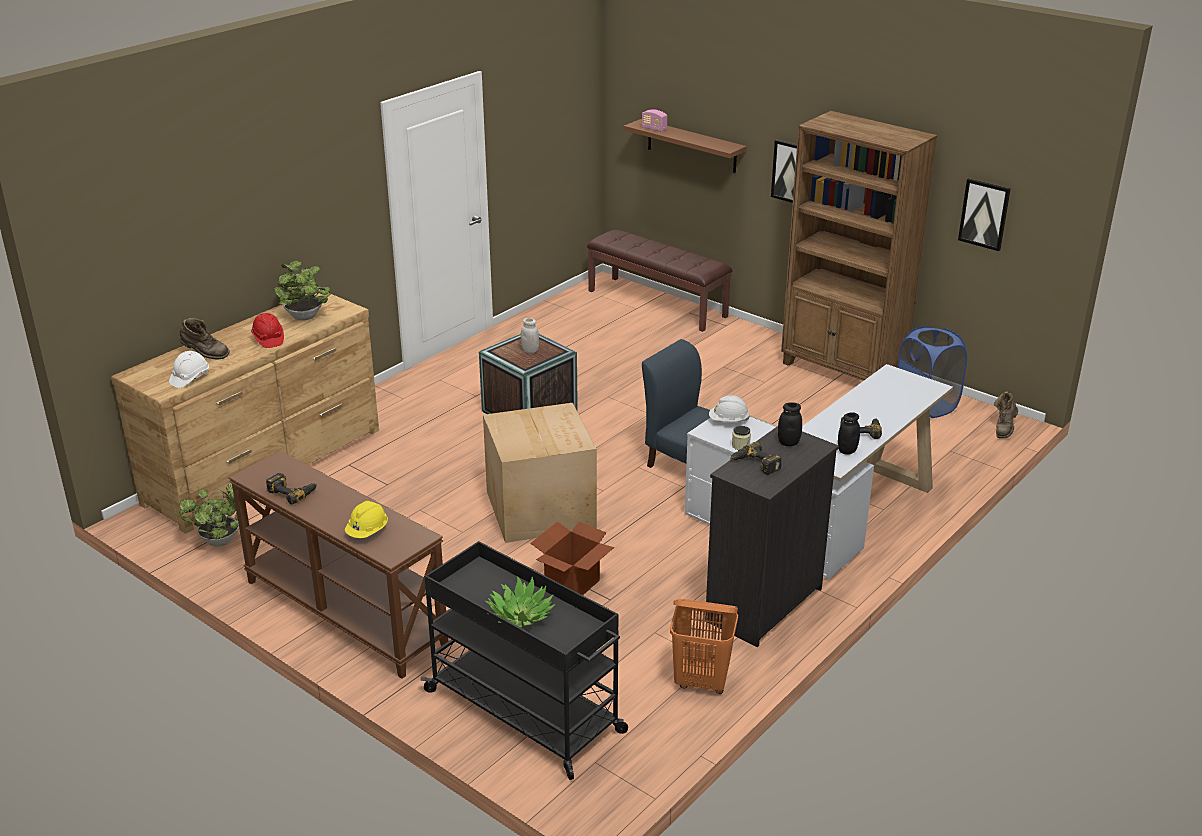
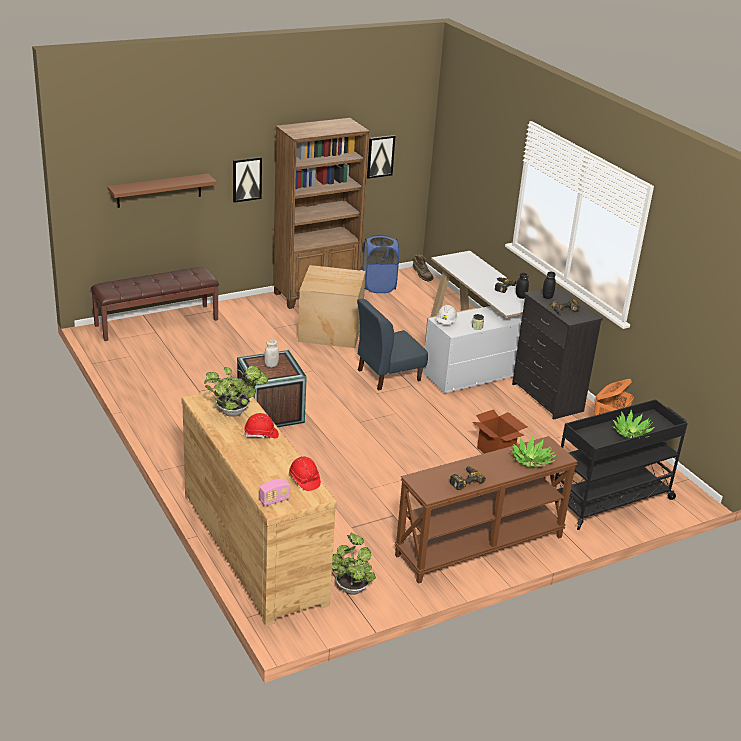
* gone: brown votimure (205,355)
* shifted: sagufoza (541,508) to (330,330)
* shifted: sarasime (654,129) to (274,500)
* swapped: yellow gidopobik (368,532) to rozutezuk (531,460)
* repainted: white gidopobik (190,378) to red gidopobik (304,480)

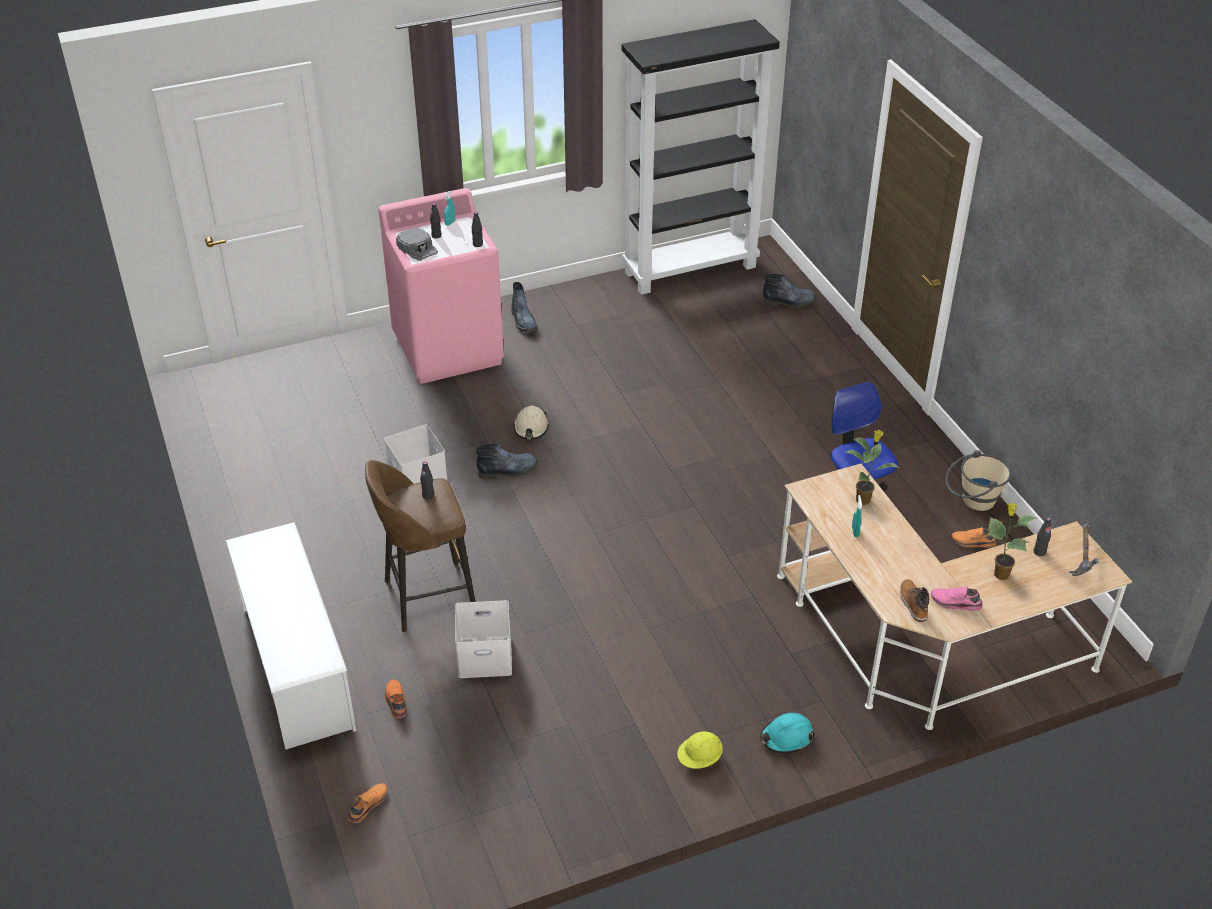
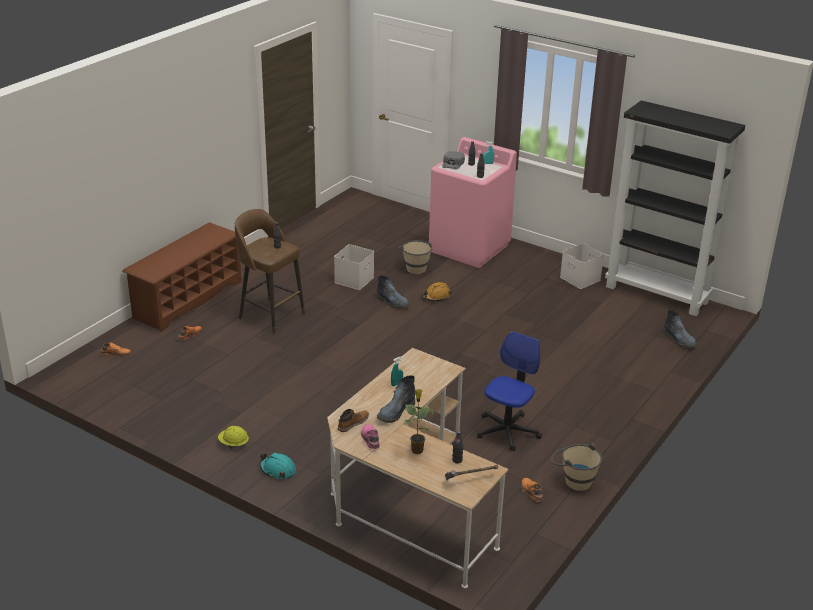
* gone: rozutezuk (864,499)
* new: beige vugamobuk (415,267)
* shifted: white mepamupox (486,655) to (581,278)
* shifted: votimure (524,321) to (395,412)
* repainted: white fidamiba (296,666) to brown fidamiba (187,299)
* repainted: beige gidopobik (531,428) to orange gidopobik (436,296)

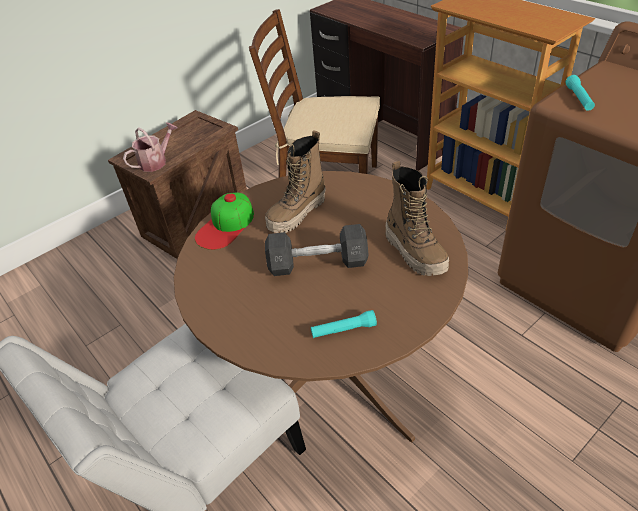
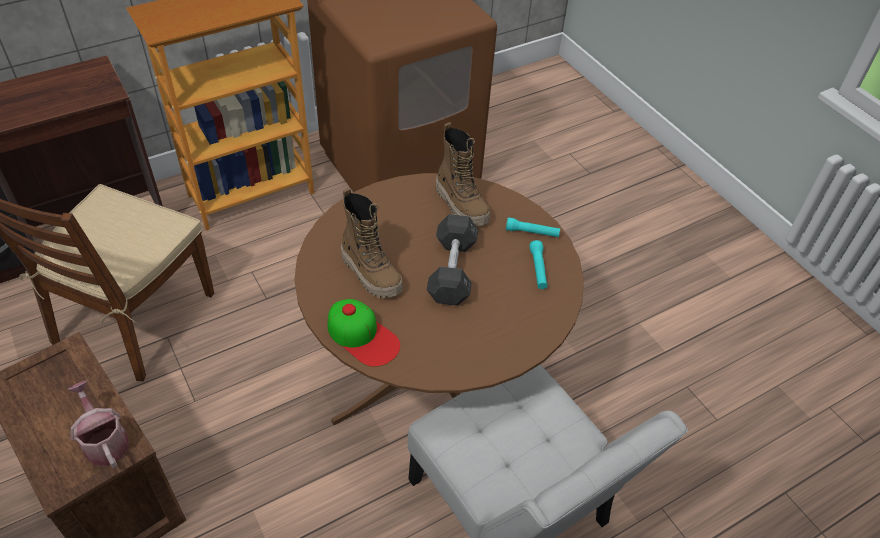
* shifted: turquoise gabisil (578,99) to (532,232)
* rotated: votimure (415,252) = (461,205) 75 degrees clockwise

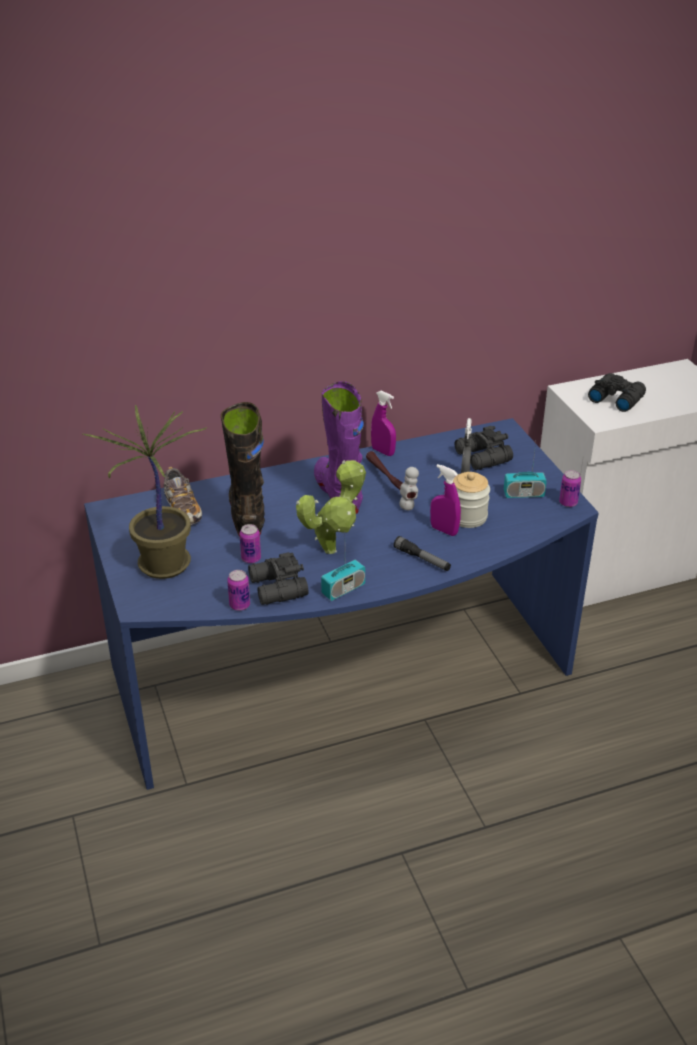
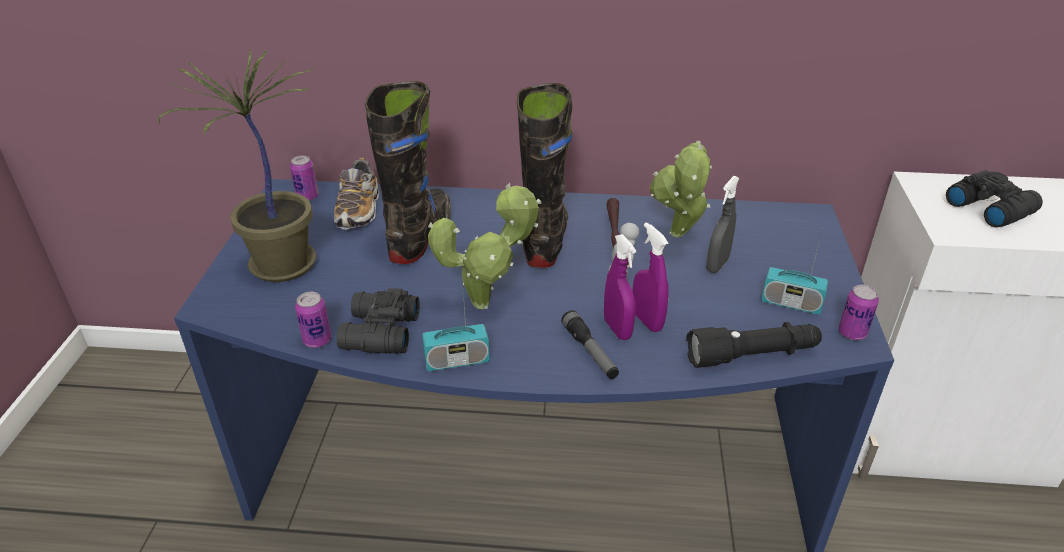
* gone: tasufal (467,517)
* gone: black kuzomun (482,458)
* new: rozutezuk (678,236)
* new: black gabisil (752,356)
* shifted: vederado (251,558) to (307,197)
* shifted: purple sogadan (383,451) to (617,329)
* repainted: purple votimure (338,494) to black votimure (545,238)

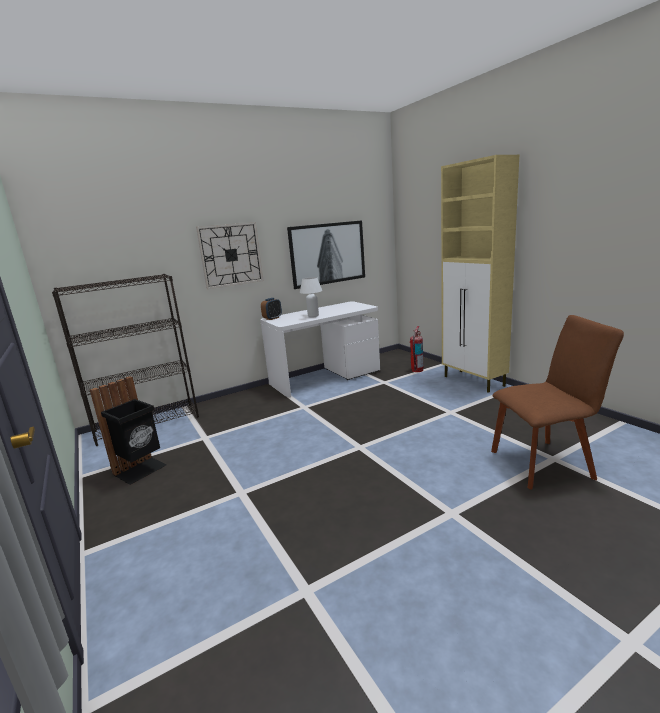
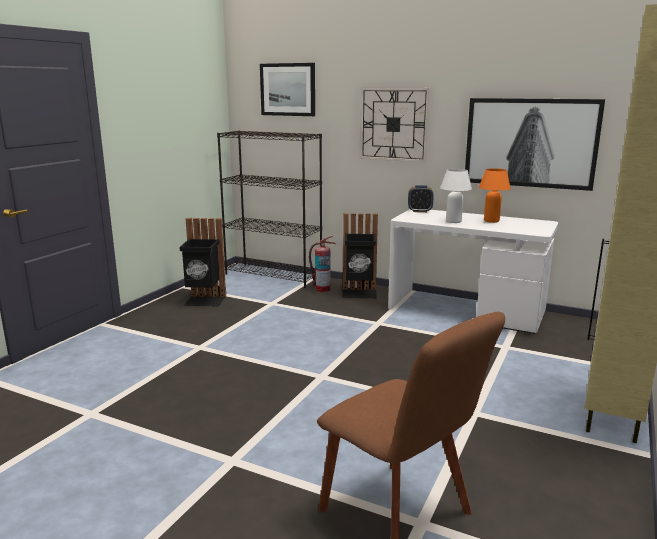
* new: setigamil (288,89)
* new: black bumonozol (359,293)
* new: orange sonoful (491,221)
* shifted: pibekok (416,370) to (322,289)

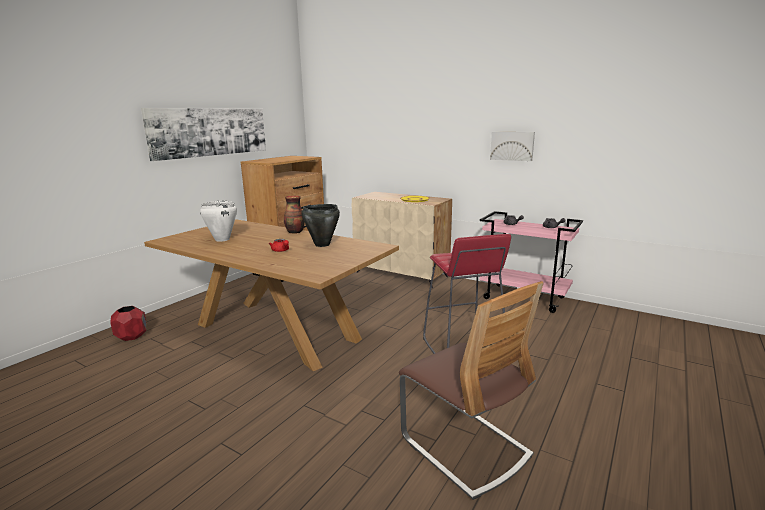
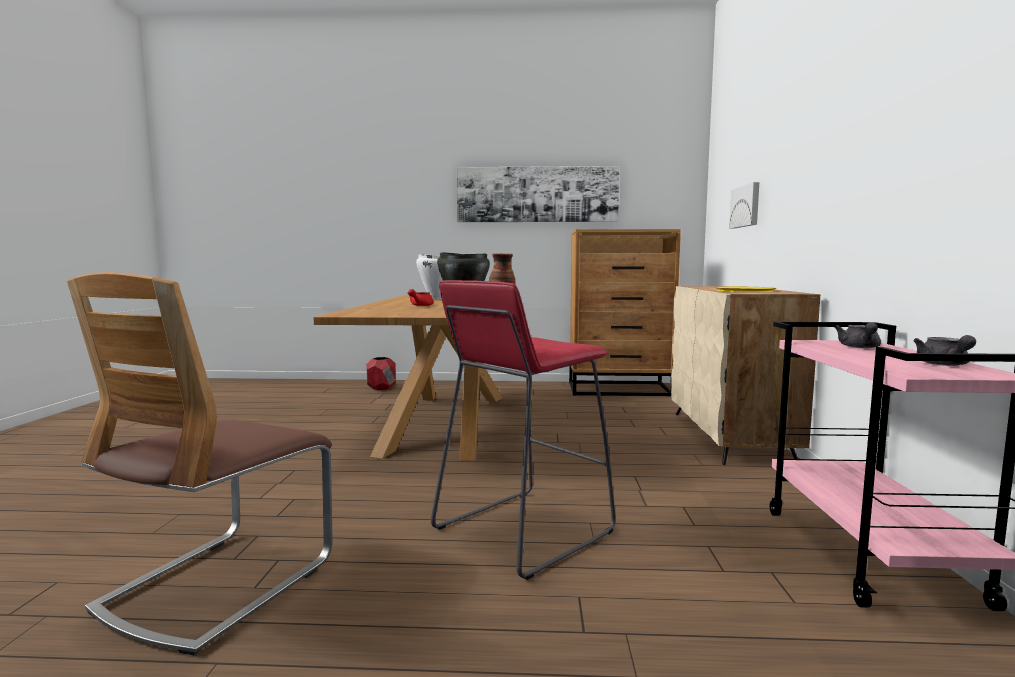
* shifted: setigamil (512,146) to (746,206)

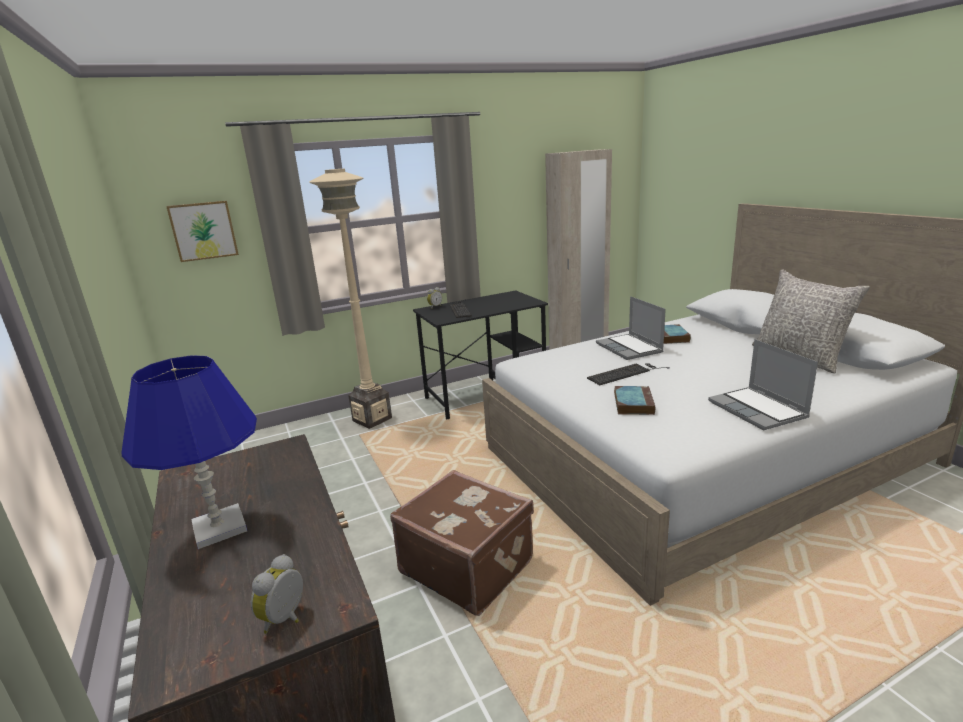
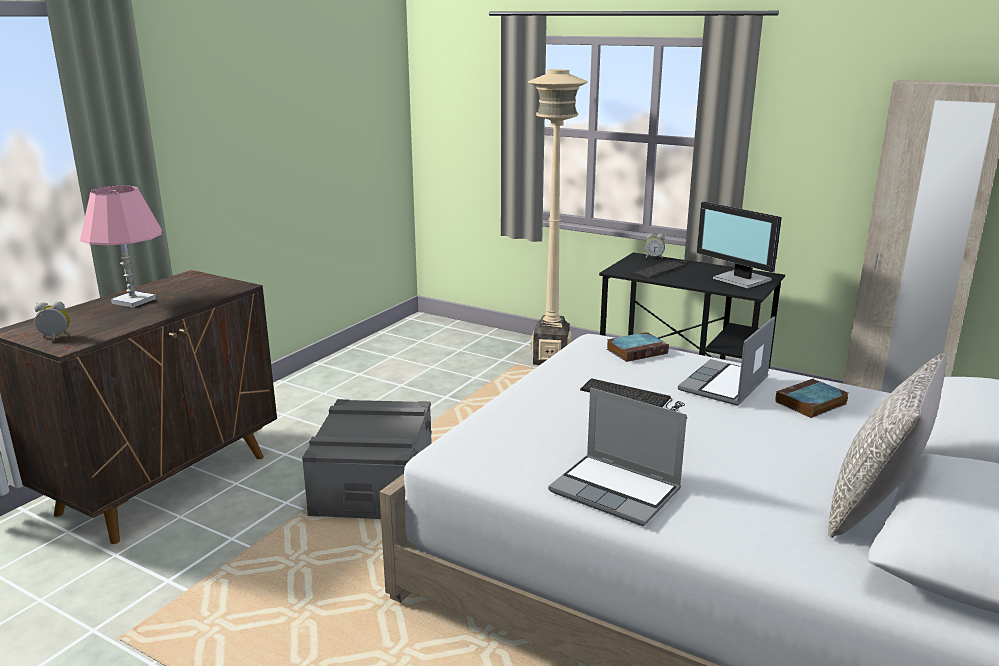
* gone: setigamil (203,230)
* new: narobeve (741,280)
* shifted: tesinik (633,403) to (637,351)
* swapped: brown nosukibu (467,565) to grey mepamupox (373,485)
* repainted: blue sonoful (219,528) to pink sonoful (133,301)
* rotated: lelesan (758,410) = (617,491) 90 degrees counterclockwise

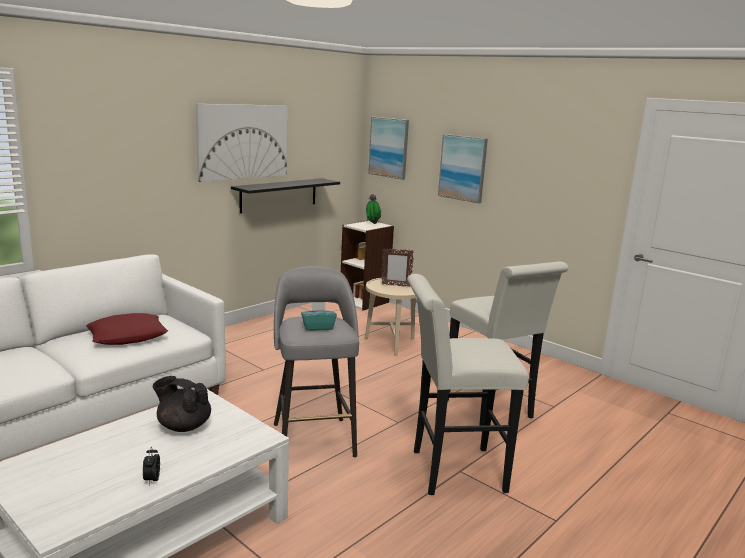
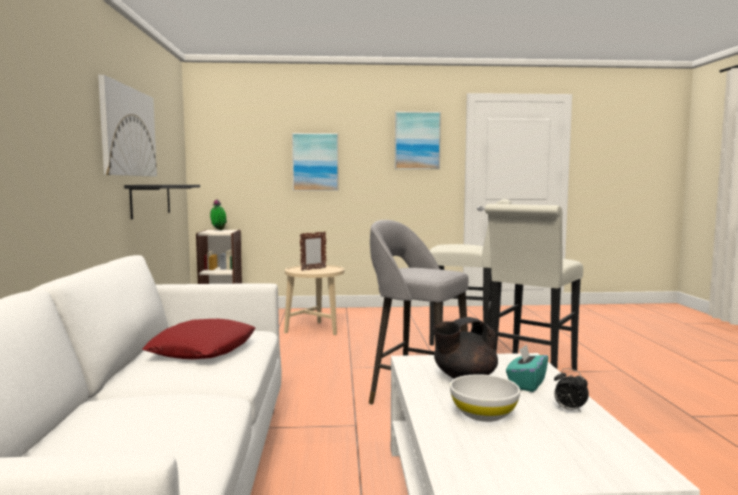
* new: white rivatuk (483,414)
* shifted: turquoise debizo (318,327) to (526,384)
* shifted: setigamil (389,147) to (417,140)

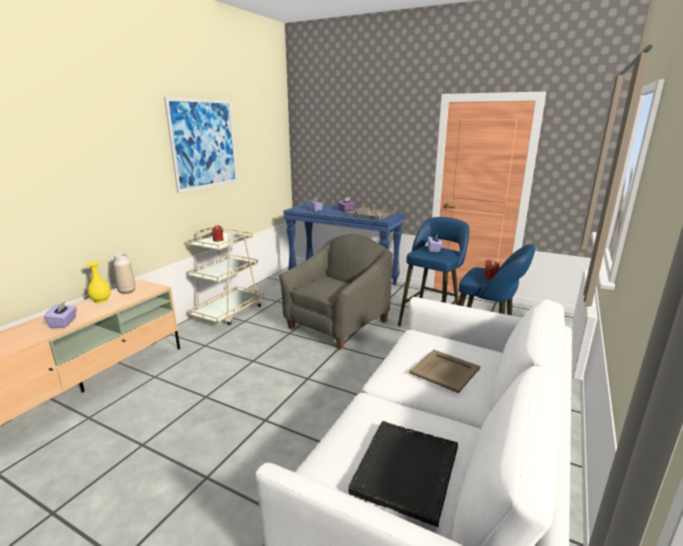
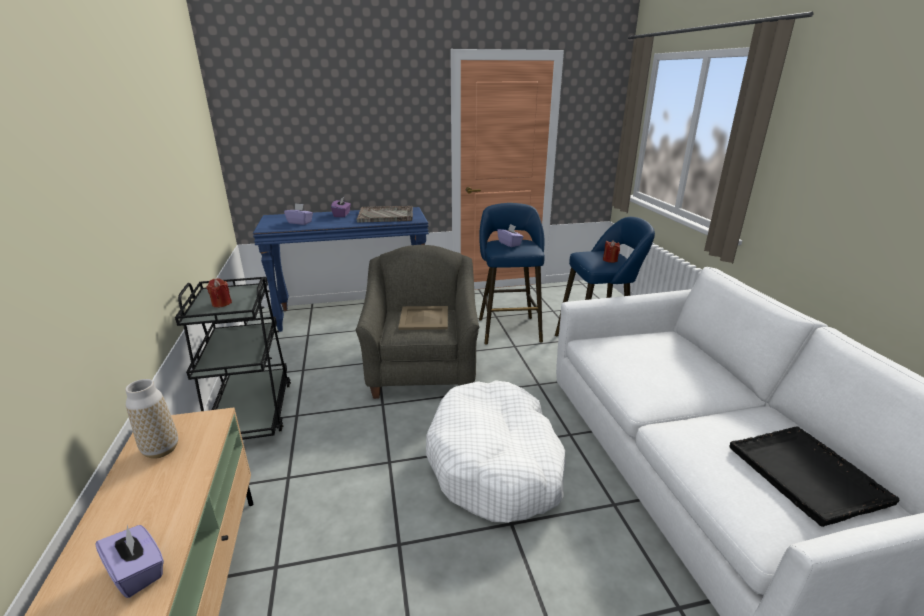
* gone: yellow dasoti (101,300)
* gone: setigamil (204,144)
* new: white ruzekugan (496,463)
* shifted: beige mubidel (444,370) to (423,318)
* repainted: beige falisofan (229,312) to black falisofan (252,413)

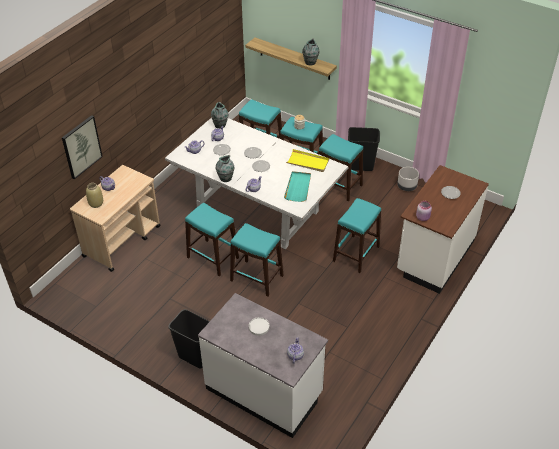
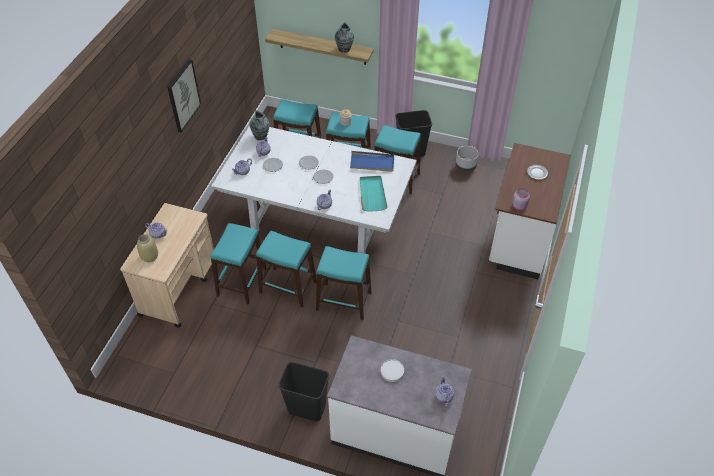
* gone: dasoti (225,178)
* shifted: setigamil (81,146) to (183,95)
* shifted: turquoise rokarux (356,254) to (242,282)
* repainted: yellow mubidel (308,162) to blue mubidel (372,163)

